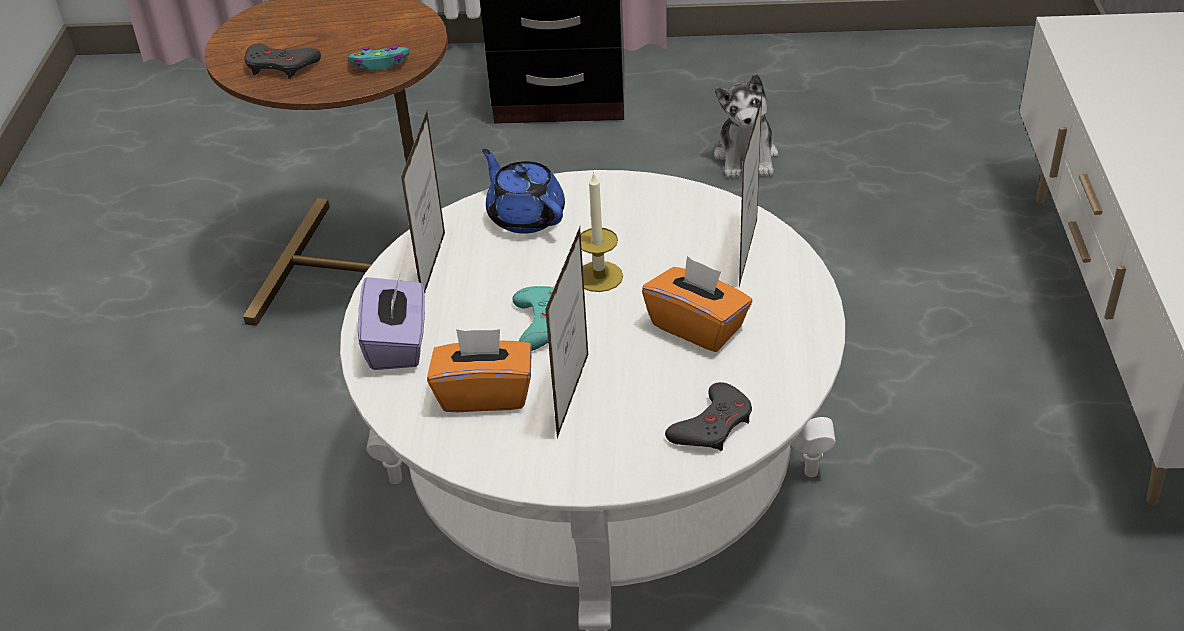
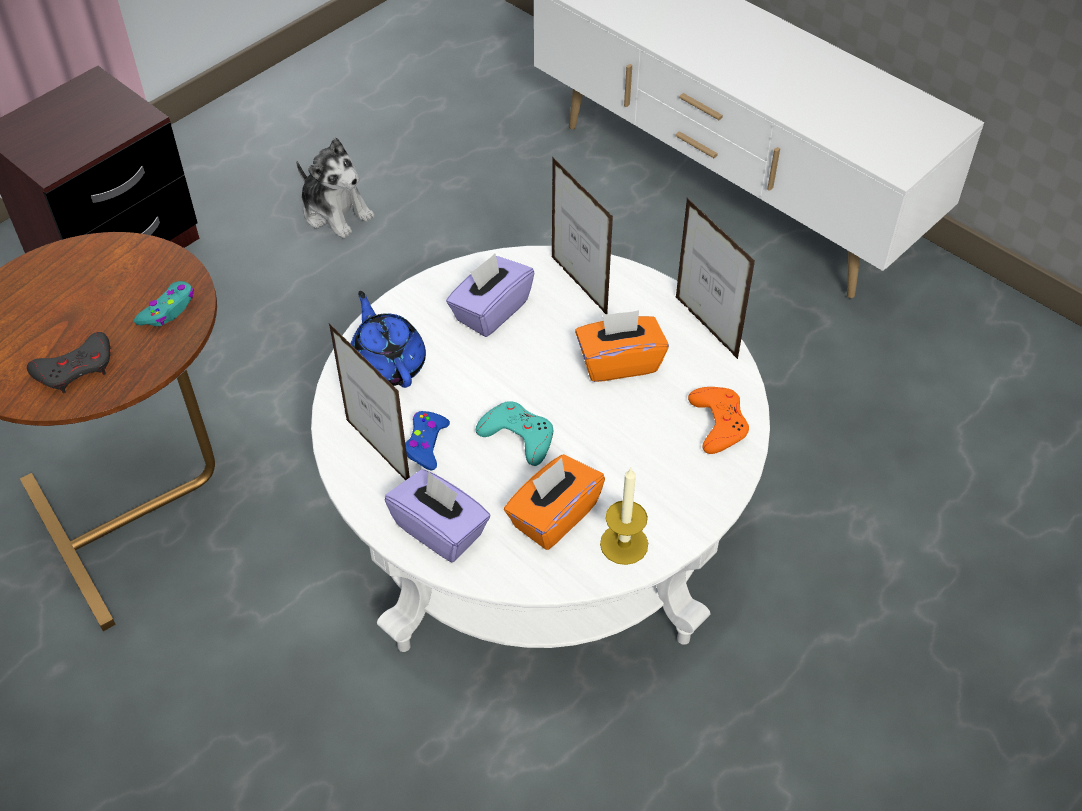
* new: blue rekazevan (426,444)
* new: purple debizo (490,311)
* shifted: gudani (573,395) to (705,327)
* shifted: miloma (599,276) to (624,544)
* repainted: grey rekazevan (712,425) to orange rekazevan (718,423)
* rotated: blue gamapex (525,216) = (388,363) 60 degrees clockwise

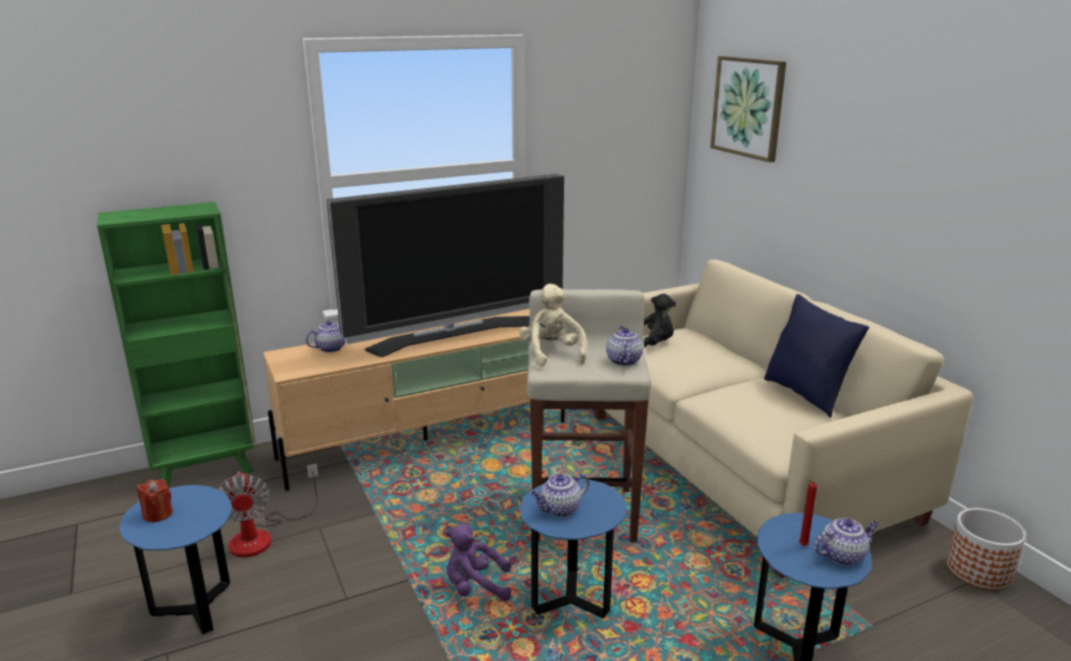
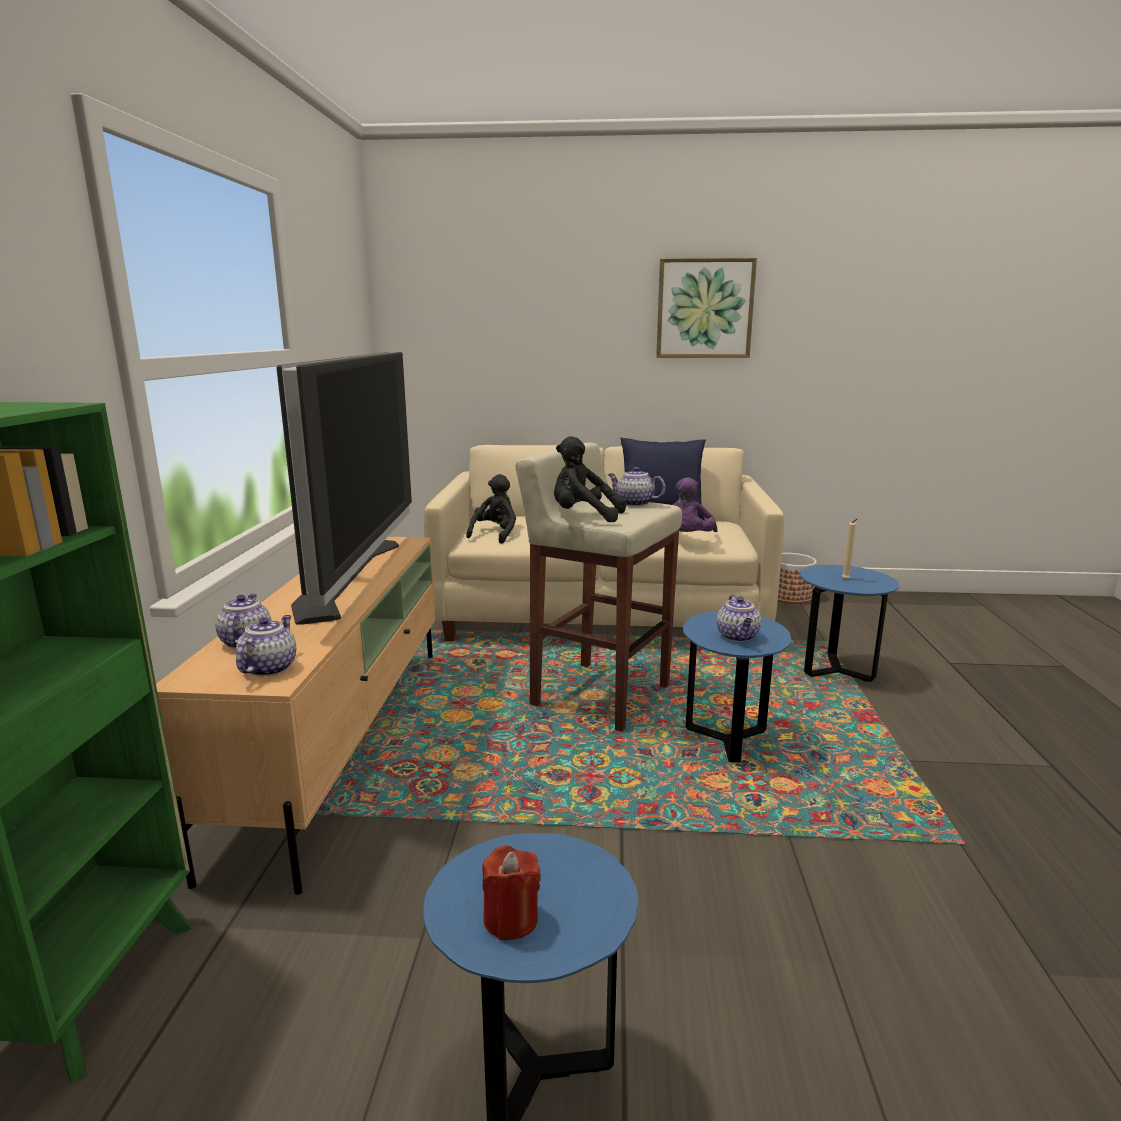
* gone: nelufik (263,535)
* shifted: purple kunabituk (475,587) to (689,537)
* shifted: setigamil (748,107) to (704,309)
* shifted: gamapex (843,555) to (269,668)
* repainted: beige kunabituk (552,354) to black kunabituk (583,517)
* repainted: red miloma (802,546) to beige miloma (846,580)

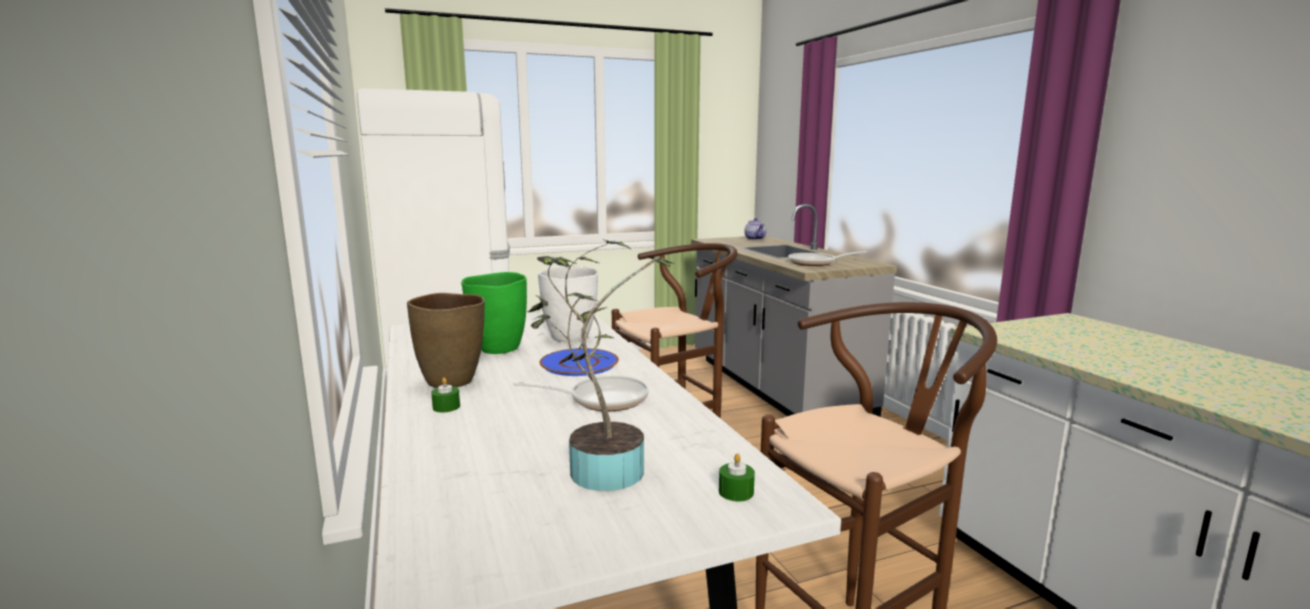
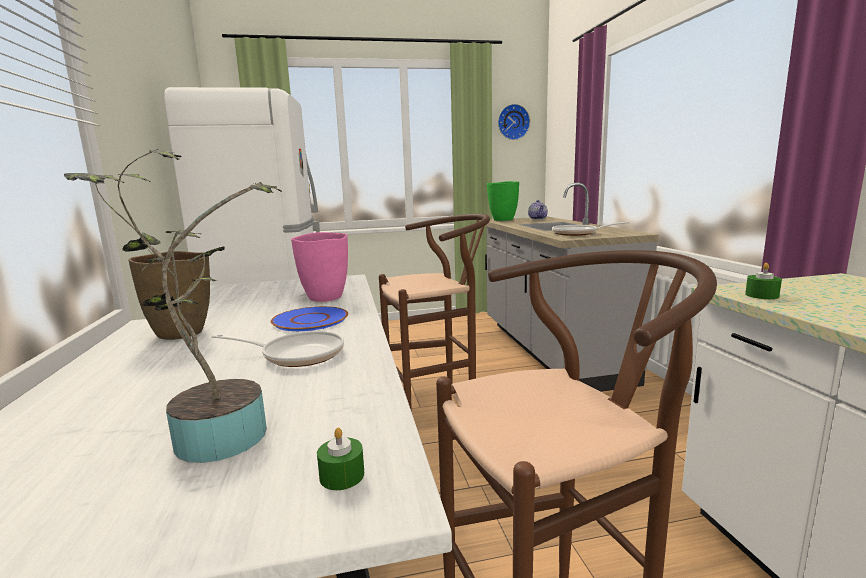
* new: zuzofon (513,122)
* shifted: green miloma (446,407) to (761,295)
* shifted: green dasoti (499,349) to (503,220)
* repainted: white dasoti (570,338) to pink dasoti (325,298)

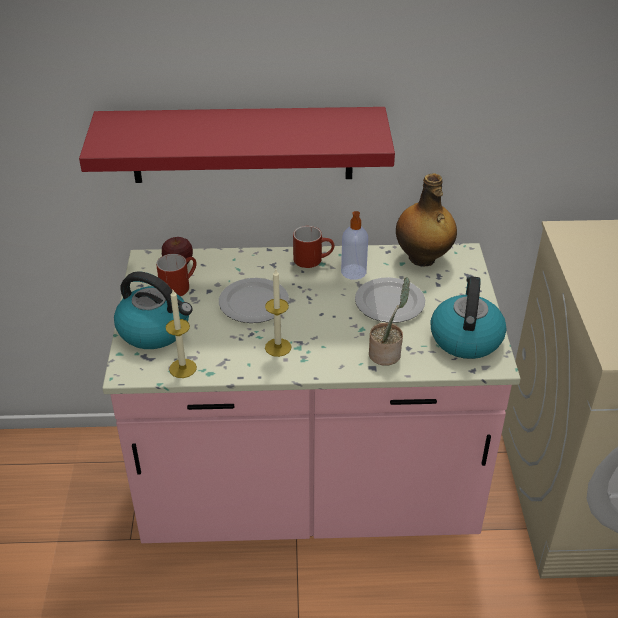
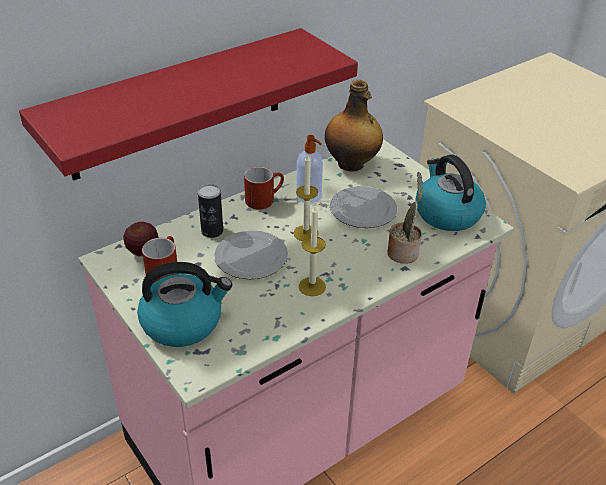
* new: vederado (212,231)
* shifted: miloma (183,368) to (306,233)

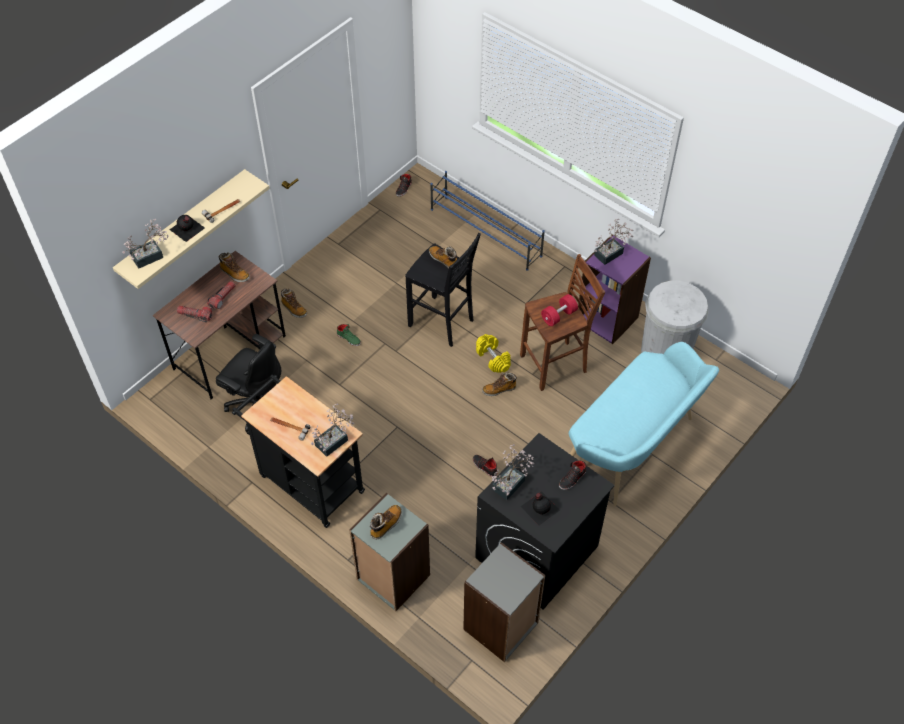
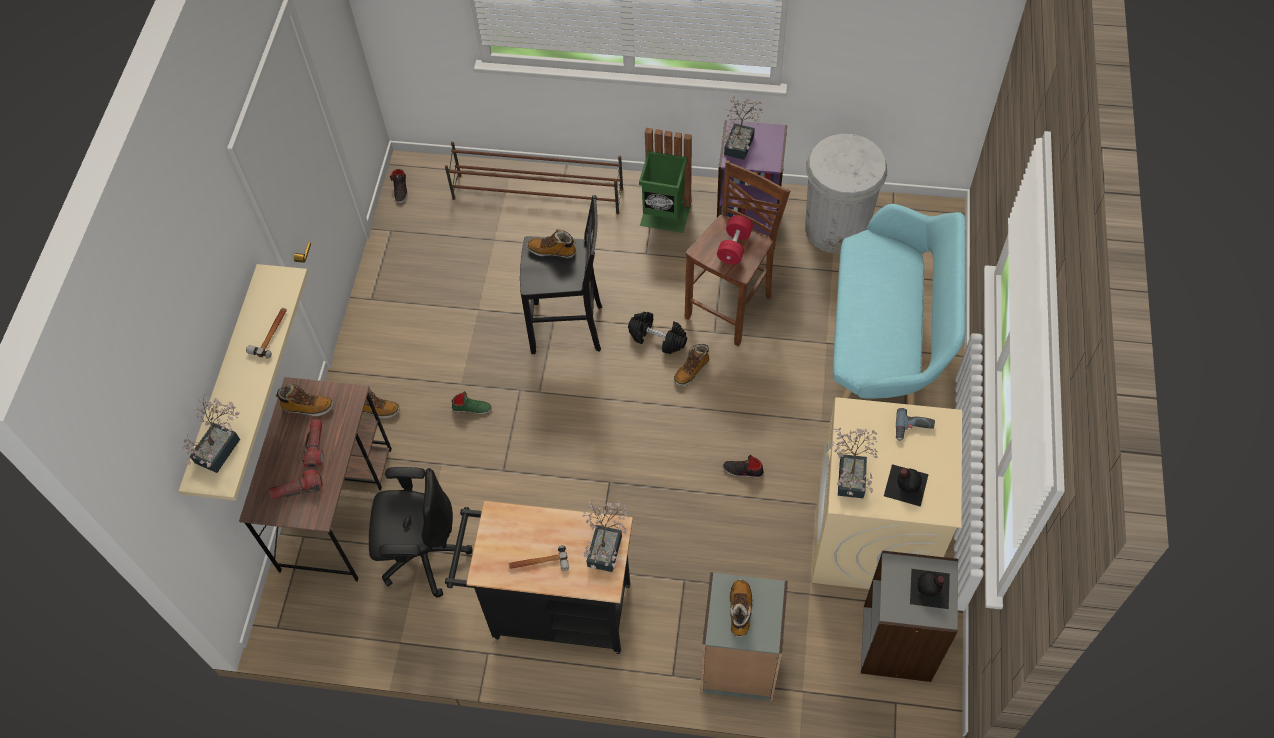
* new: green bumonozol (665,216)
* shifted: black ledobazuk (187,229) to (930,589)
* swapped: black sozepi (572,479) to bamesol (913,429)
* repainted: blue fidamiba (485,233) to brown fidamiba (538,194)
* repainted: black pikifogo (536,553) to beige pikifogo (872,535)
* repainted: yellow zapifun (493,358) to black zapifun (658,338)

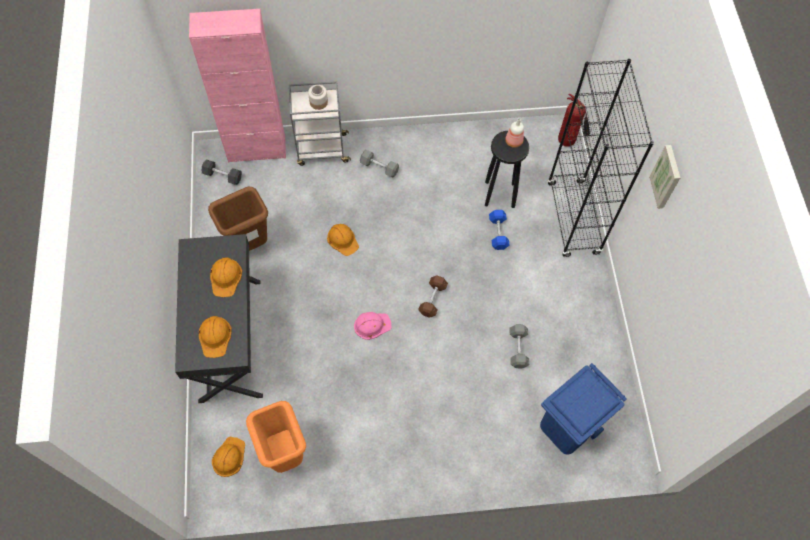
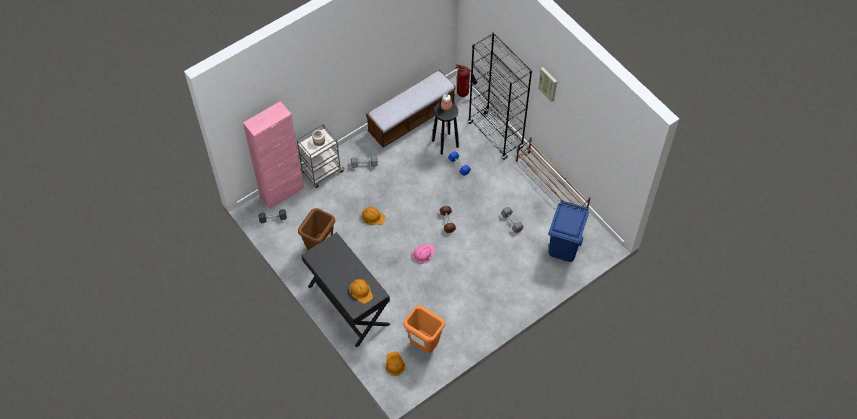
* gone: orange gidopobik (226,277)
* new: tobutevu (411,119)
* new: brown fidamiba (551,186)

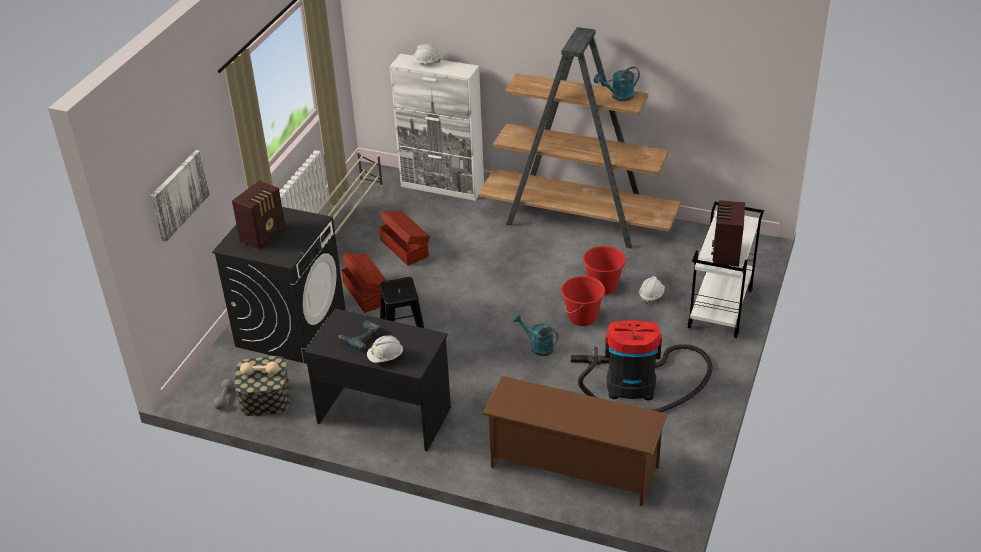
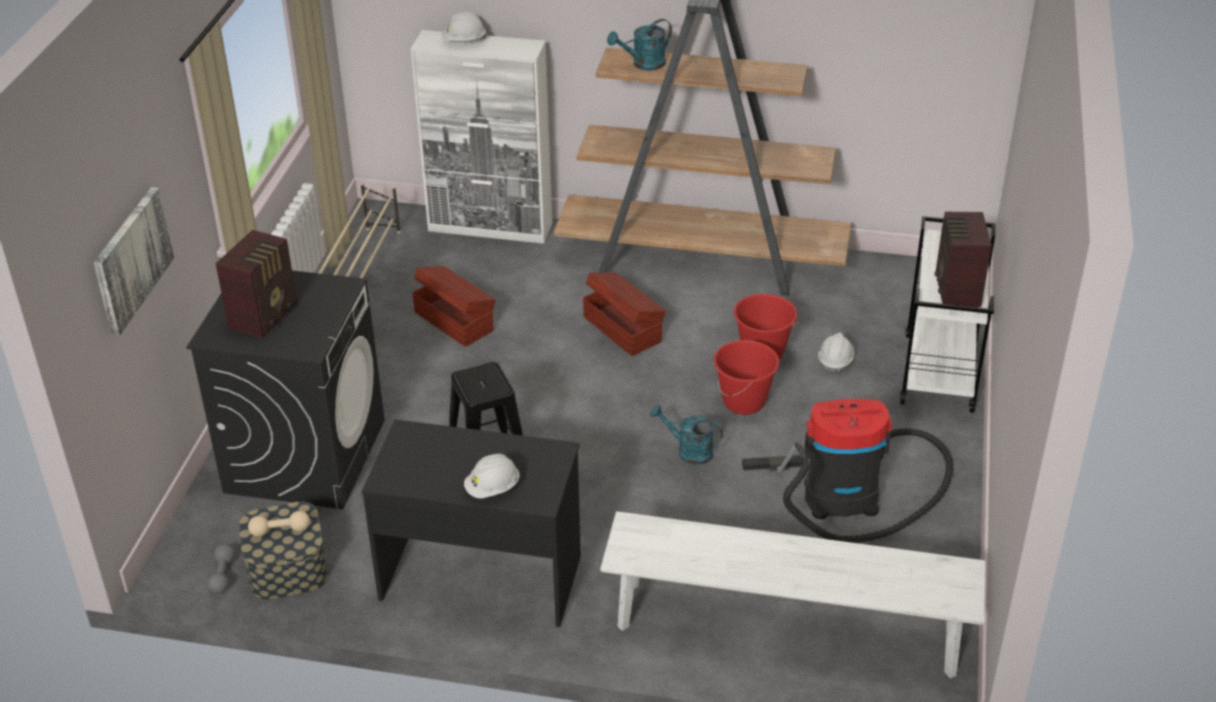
* gone: bamesol (360,337)
* shifted: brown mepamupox (365,292) to (622,328)
* shifted: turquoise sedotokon (618,96) to (643,64)
* swapped: brown fidamiba (573,467) to white tobutevu (787,628)

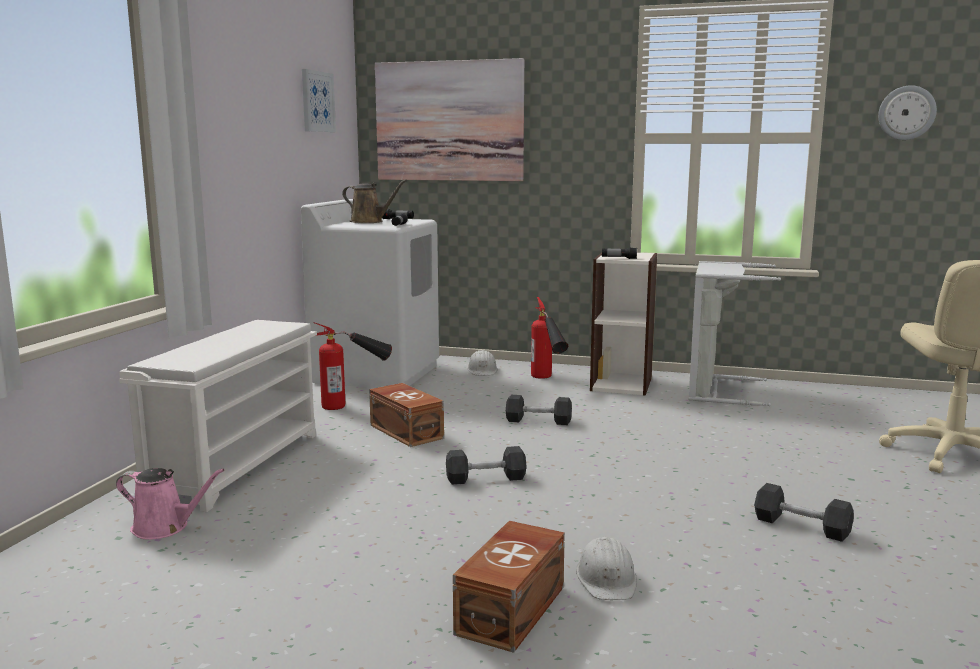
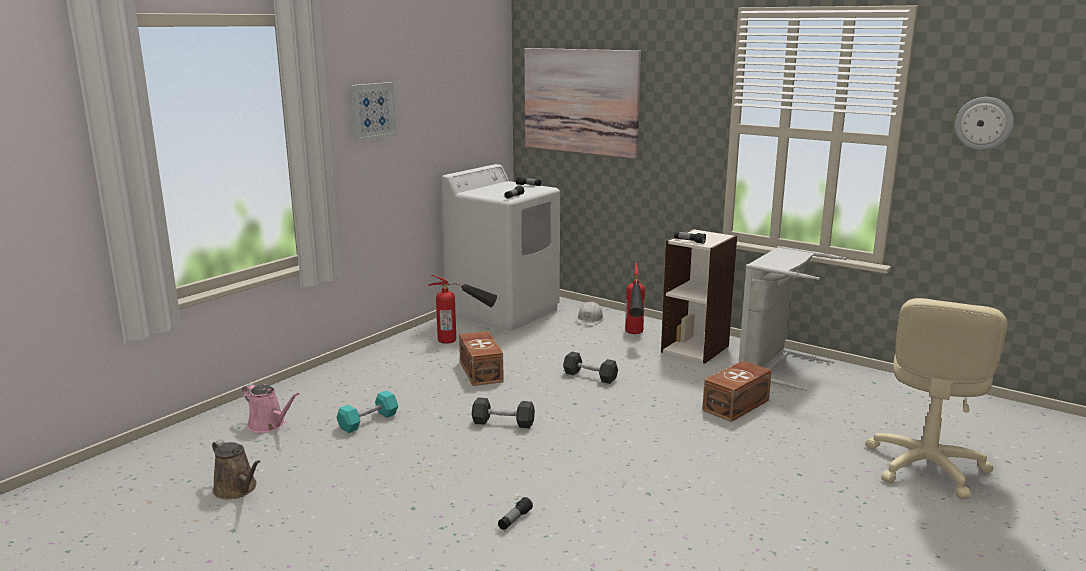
* gone: white fidamiba (237,465)
* gone: grey zapifun (801,526)
* new: turquoise zapifun (368,421)
* shifted: setigamil (317,101) to (372,111)
* shifted: brown sedotokon (369,222) to (237,489)
* shifted: brown mepamupox (513,609) to (737,405)
* swapped: white gidopobik (607,579) to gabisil (514,520)

